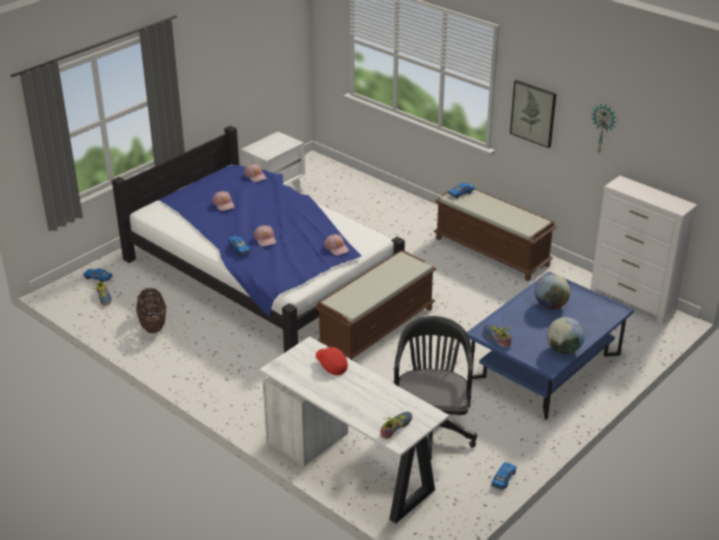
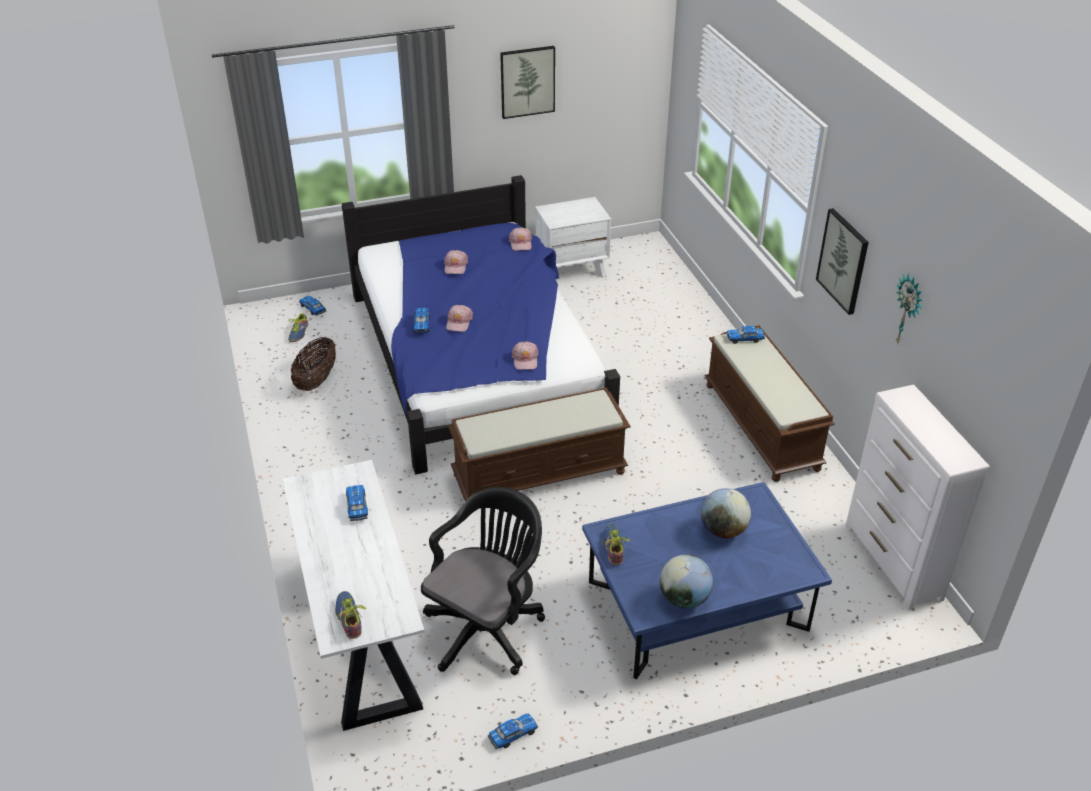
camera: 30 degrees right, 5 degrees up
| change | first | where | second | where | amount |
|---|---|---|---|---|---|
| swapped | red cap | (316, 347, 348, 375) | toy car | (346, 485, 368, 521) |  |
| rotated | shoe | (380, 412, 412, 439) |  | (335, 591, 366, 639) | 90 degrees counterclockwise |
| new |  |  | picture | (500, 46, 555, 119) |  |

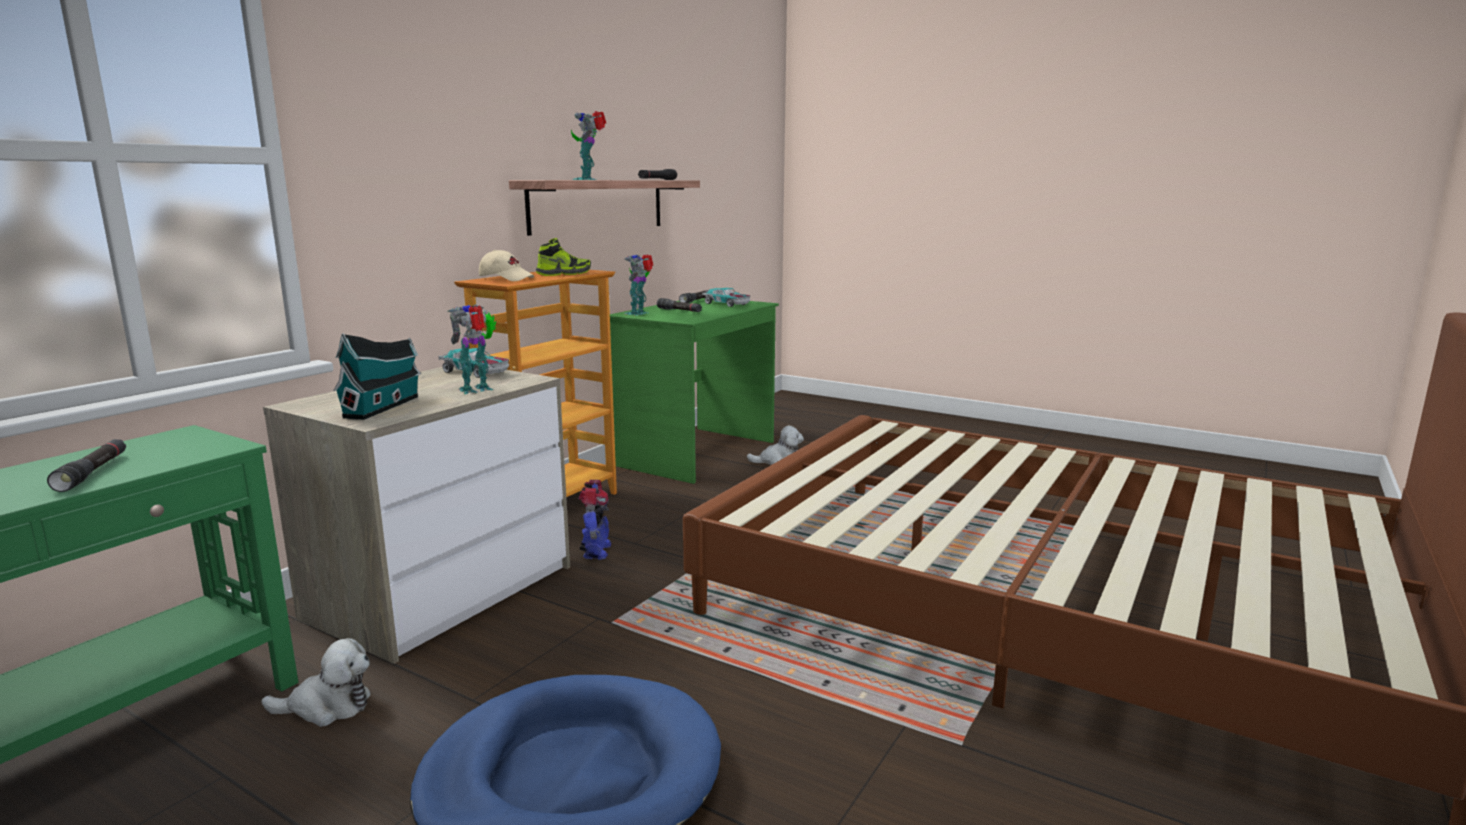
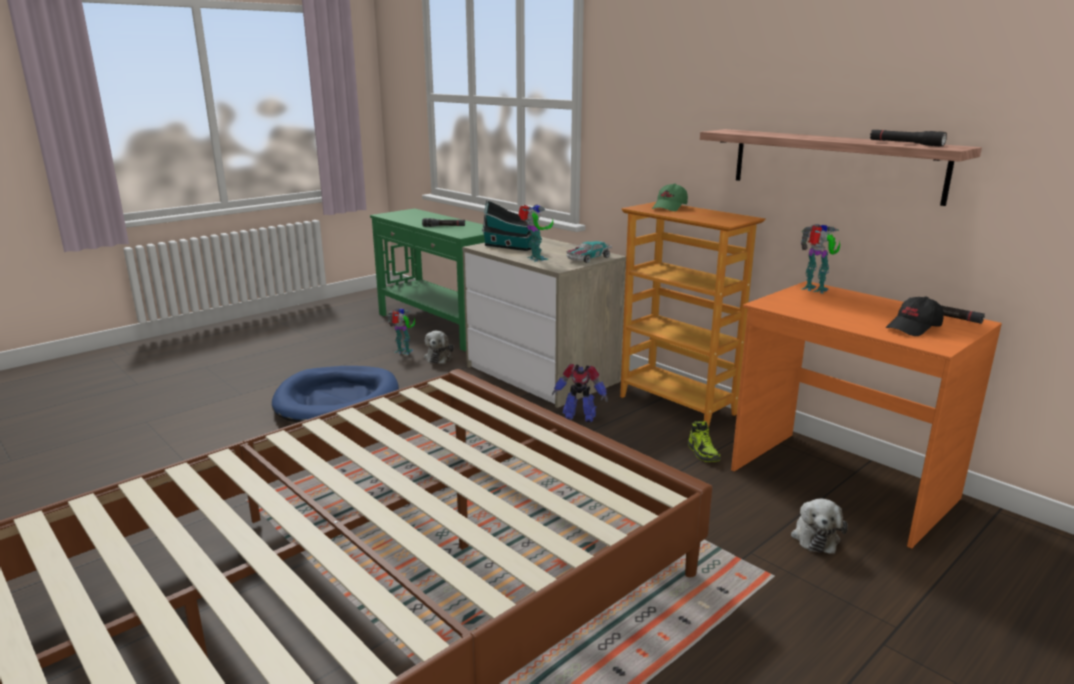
camera: 105 degrees right, 5 degrees up
| change | first | where | second | where | amount |
|---|---|---|---|---|---|
| shifted | toy robot | (571, 111, 606, 180) |  | (388, 308, 415, 355) |  |
| shifted | shoe | (536, 238, 591, 276) |  | (688, 421, 721, 462) |  |
| repainted | beige cap | (479, 250, 534, 281) | green cap | (652, 183, 688, 211) |  |
| swapped | toy car | (702, 288, 750, 307) | black cap | (886, 296, 944, 336) |  |
| repainted | green desk | (610, 298, 779, 484) | orange desk | (731, 281, 1002, 548) |  |
| gone | black flashlight | (657, 298, 702, 312) |  |  |  |

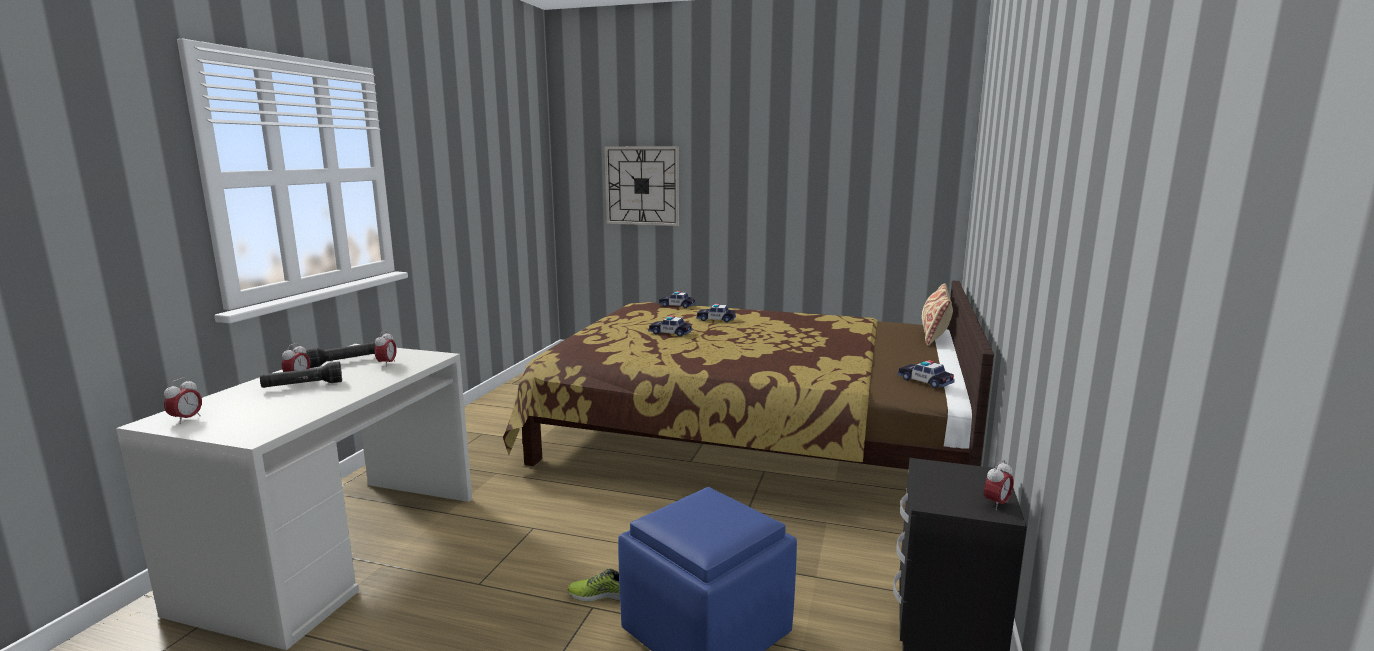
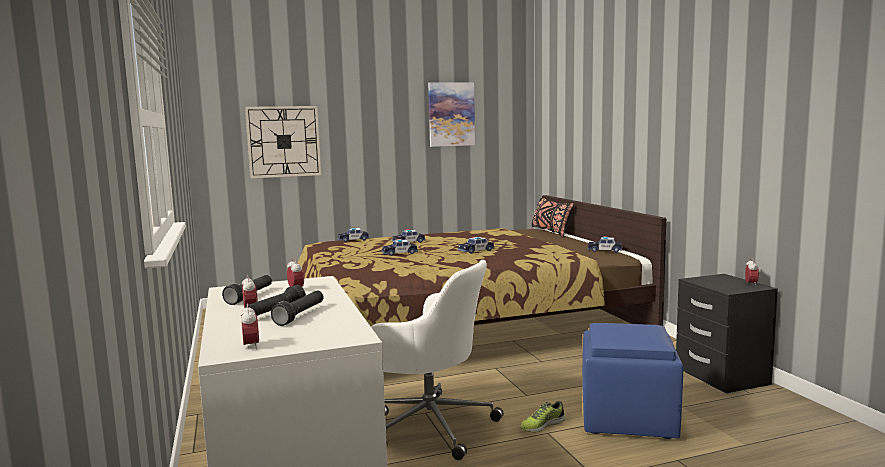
camera: 35 degrees left, 5 degrees down
| change | first | where | second | where | amount |
|---|---|---|---|---|---|
| repainted | beige pillow | (922, 284, 953, 346) | black pillow | (532, 197, 574, 237) |  |
| new |  |  | picture | (428, 82, 475, 147) |  |
| new |  |  | toy car | (458, 237, 495, 254) |  |
| new |  |  | white office chair | (371, 260, 504, 460) |  |
| new |  |  | black flashlight | (271, 290, 324, 326) |  |

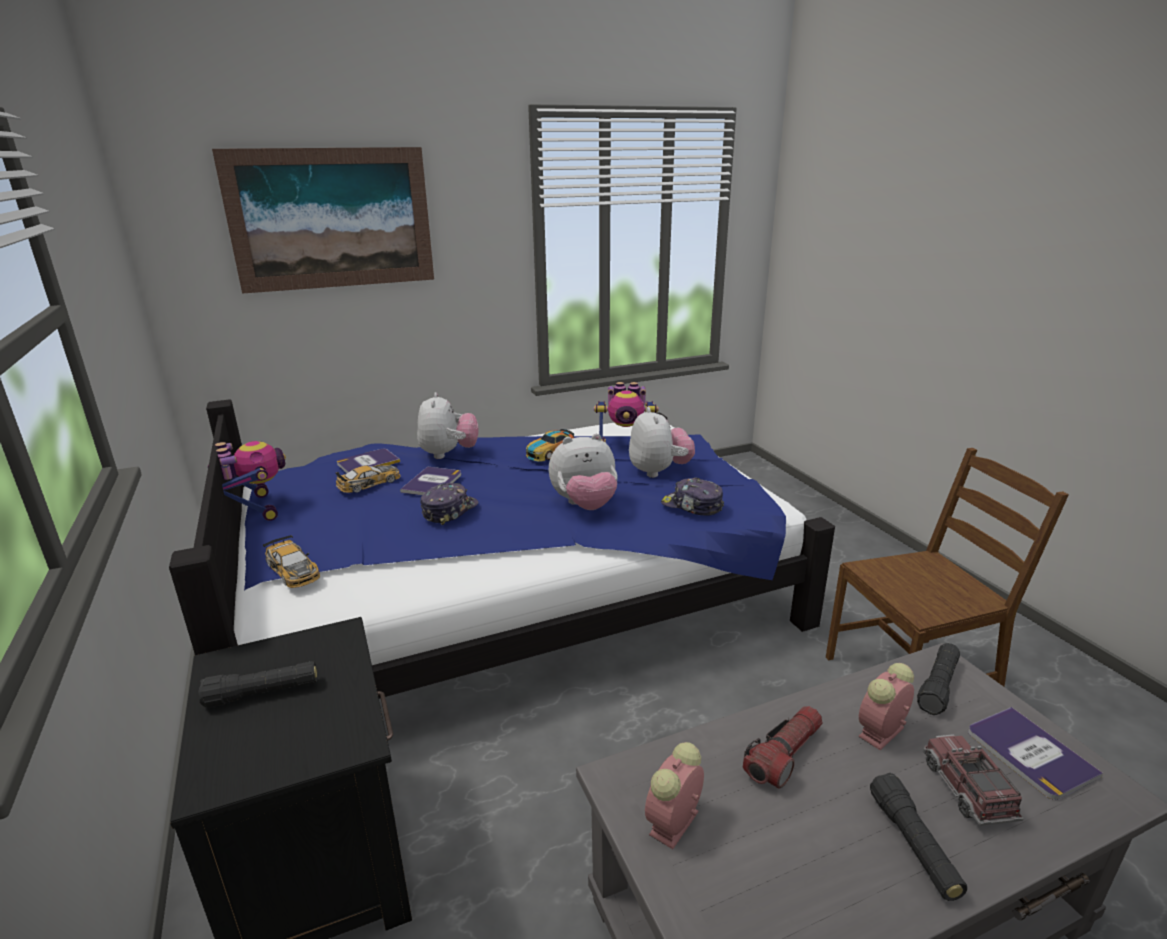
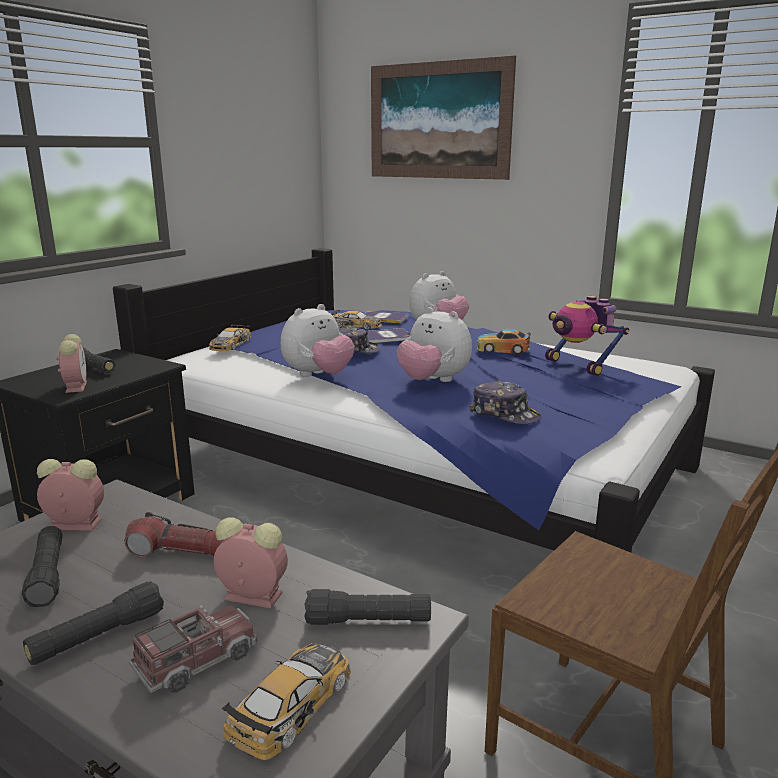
camera: 55 degrees right, 5 degrees down
| change | first | where | second | where | amount |
|---|---|---|---|---|---|
| shifted | plush toy | (629, 407, 695, 478) |  | (281, 304, 355, 377) |  |
| gone | toy robot | (208, 441, 286, 521) |  |  |  |
| rotated | cap | (661, 478, 724, 516) |  | (470, 380, 541, 424) | 135 degrees clockwise |
| swapped | book | (968, 707, 1103, 800) | toy car | (222, 643, 351, 760) |  |
| new |  |  | alarm clock | (56, 334, 87, 393) |  |
| new |  |  | black flashlight | (22, 526, 63, 607) |  |

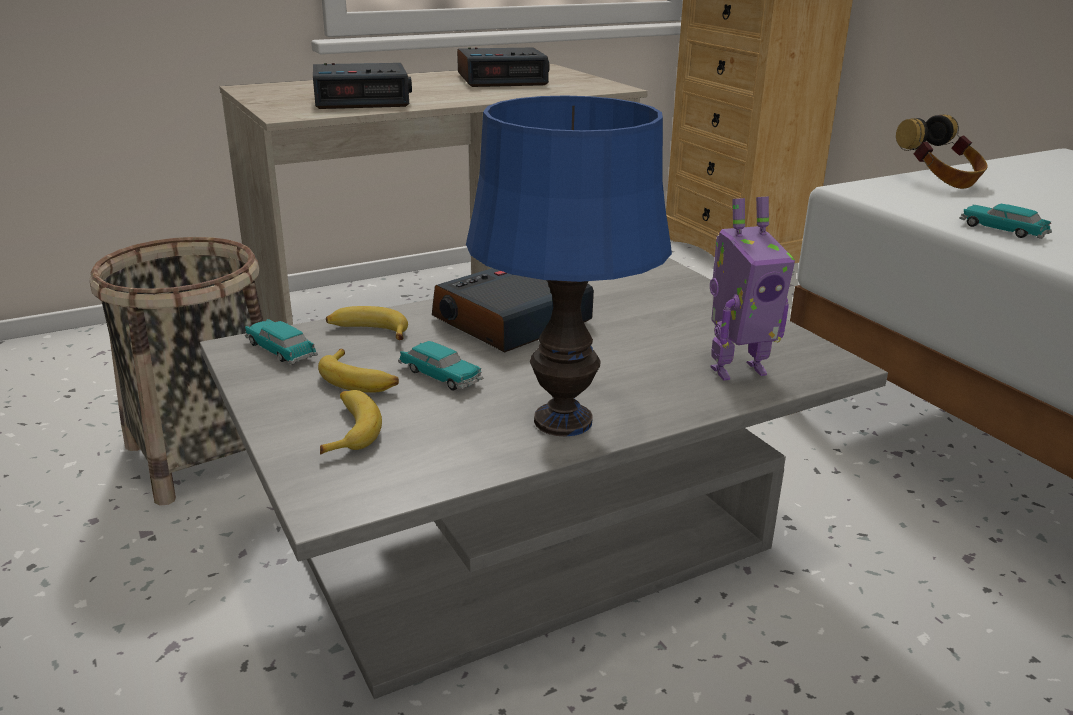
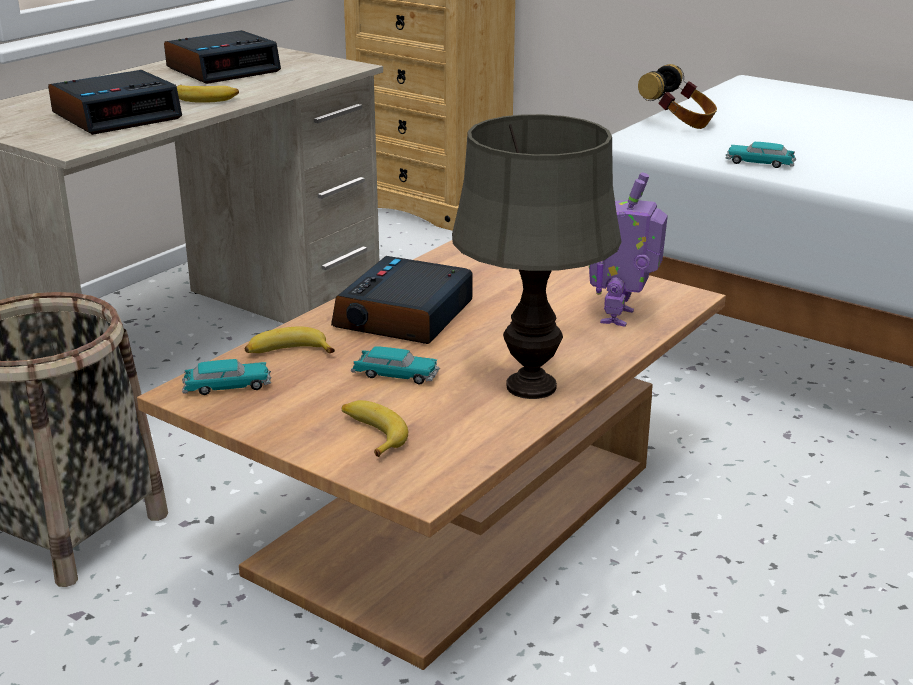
camera: 25 degrees left, 0 degrees up
| change | first | where | second | where | amount |
|---|---|---|---|---|---|
| repainted | blue table lamp | (466, 95, 672, 437) | grey table lamp | (452, 114, 622, 399) |  |
| rotated | toy robot | (710, 197, 795, 381) |  | (589, 172, 668, 327) | 150 degrees clockwise |
| repainted | grey coffee table | (200, 258, 888, 699) | brown coffee table | (137, 240, 726, 670) |  |
| rotated | toy car | (245, 319, 318, 364) |  | (182, 359, 272, 395) | 150 degrees clockwise |
| shifted | banana | (318, 349, 399, 393) |  | (177, 85, 239, 103) |  |

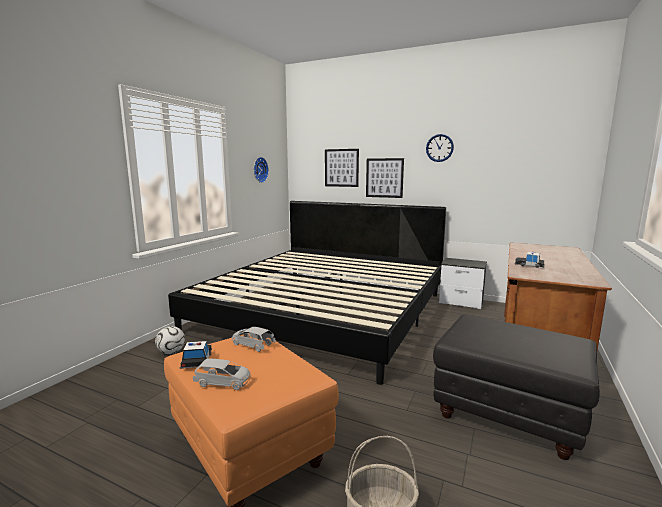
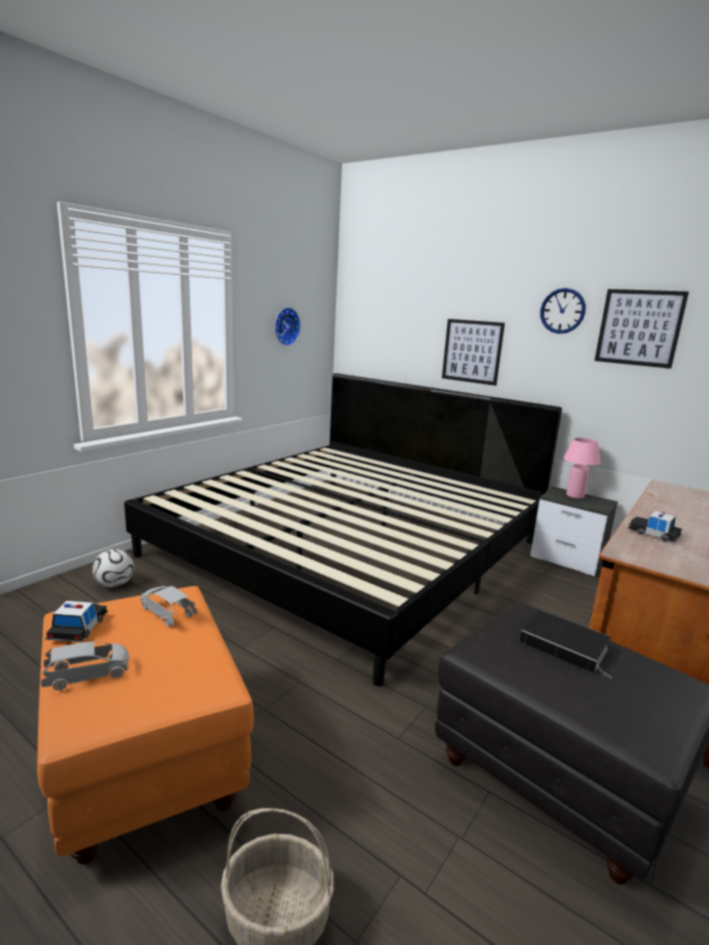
camera: 10 degrees right, 5 degrees up
| change | first | where | second | where | amount |
|---|---|---|---|---|---|
| shifted | picture | (325, 149, 359, 187) |  | (595, 289, 689, 369) |  |
| rotated | grey toy car | (193, 358, 251, 390) |  | (41, 642, 129, 690) | 45 degrees counterclockwise |
| new |  |  | pink table lamp | (564, 438, 601, 499) |  |
| new |  |  | book | (519, 610, 611, 678) |  |

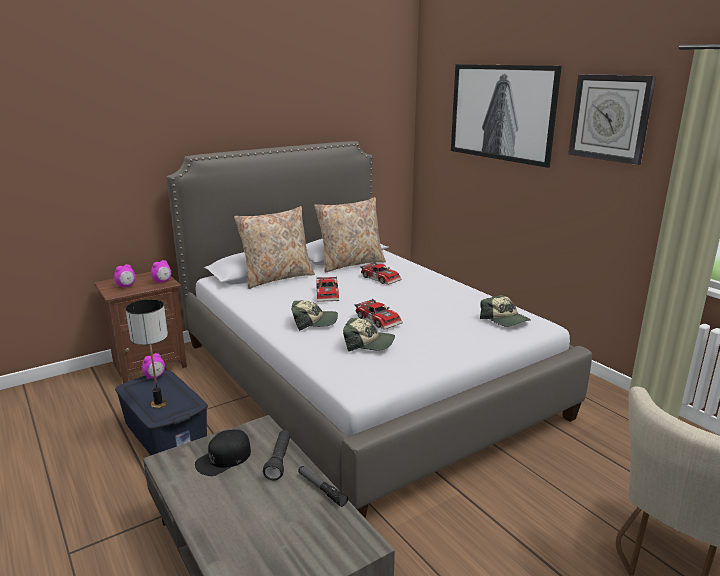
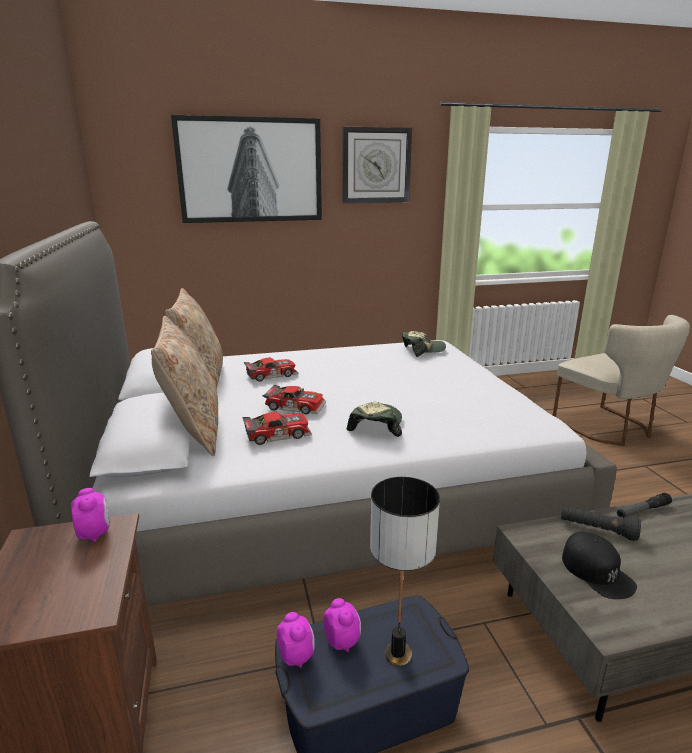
camera: 70 degrees left, 0 degrees up
| change | first | where | second | where | amount |
|---|---|---|---|---|---|
| shifted | alarm clock | (114, 264, 135, 288) |  | (323, 598, 361, 652) |  |
| shifted | toy car | (354, 299, 403, 330) |  | (242, 412, 312, 445) |  |
| gone | cap | (343, 318, 395, 352) |  |  |  |

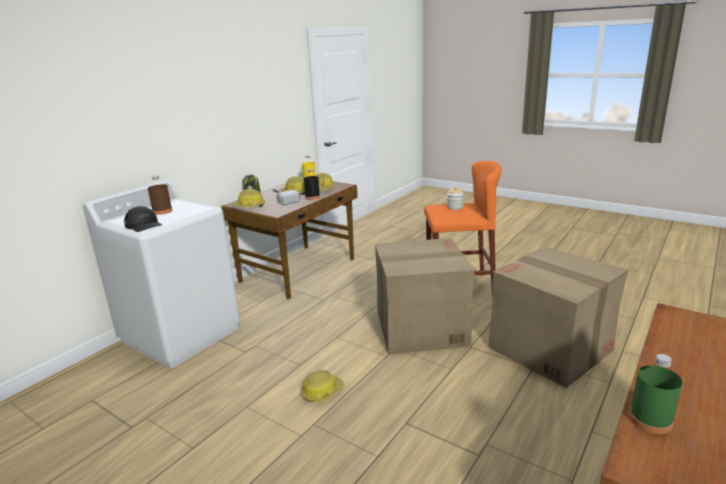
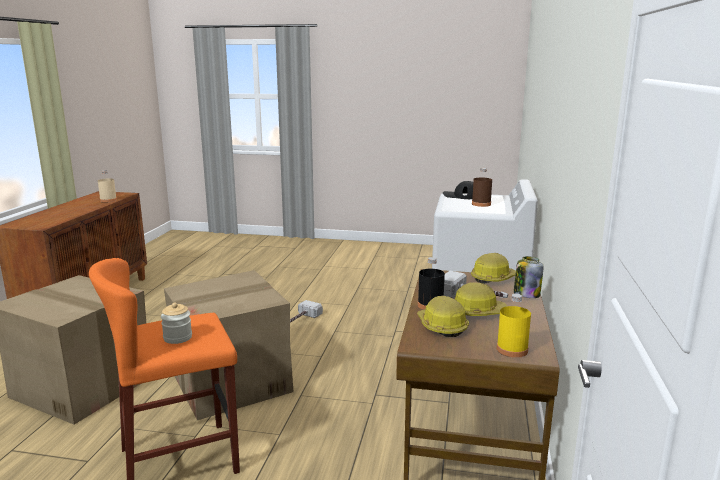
camera: 155 degrees right, 5 degrees down
| change | first | where | second | where | amount |
|---|---|---|---|---|---|
| repainted | green bottle | (629, 354, 682, 434) | beige bottle | (98, 171, 117, 203) |  |
| swapped | hard hat | (301, 370, 345, 402) | hammer | (290, 300, 323, 322) |  |

